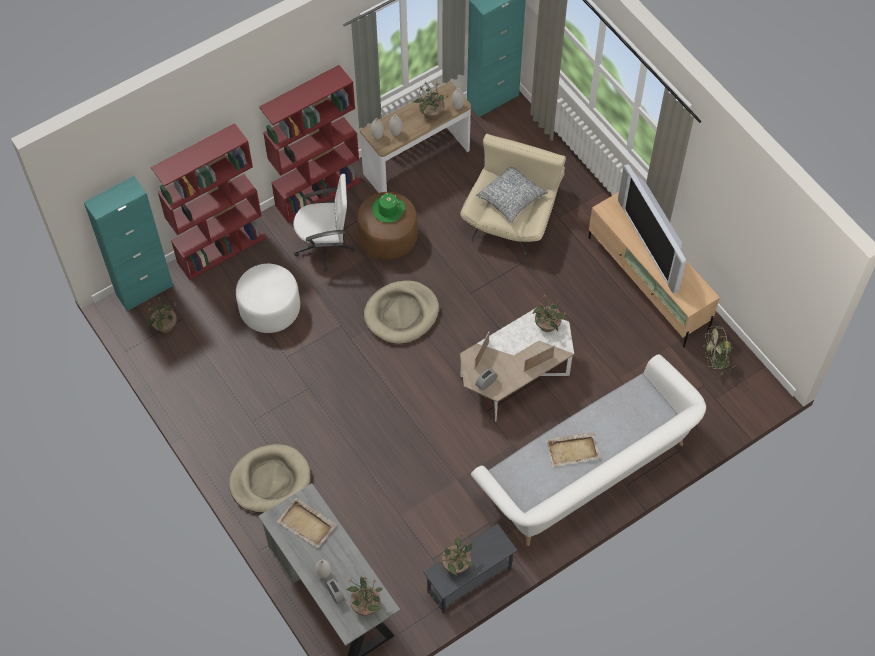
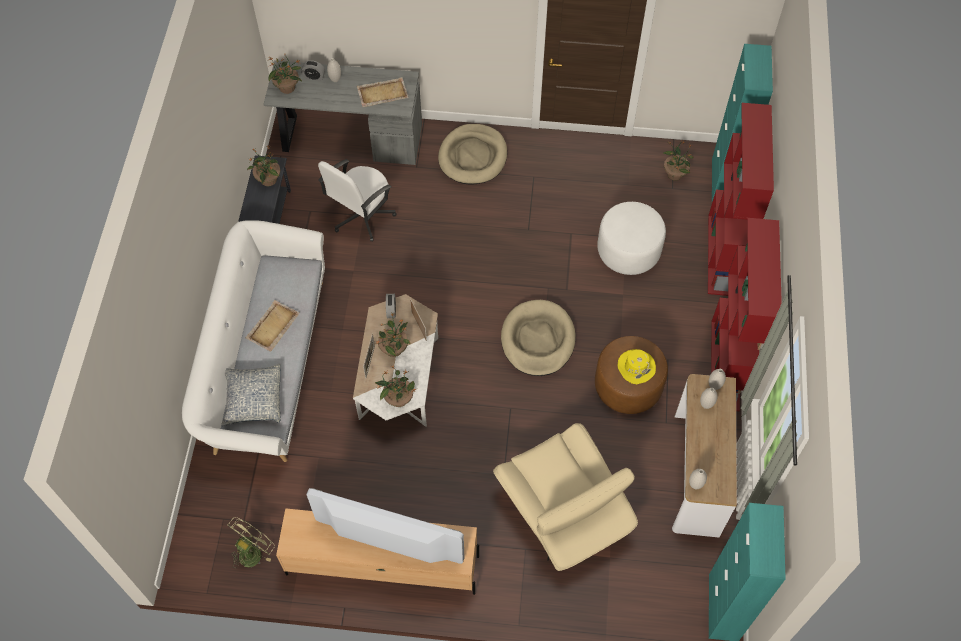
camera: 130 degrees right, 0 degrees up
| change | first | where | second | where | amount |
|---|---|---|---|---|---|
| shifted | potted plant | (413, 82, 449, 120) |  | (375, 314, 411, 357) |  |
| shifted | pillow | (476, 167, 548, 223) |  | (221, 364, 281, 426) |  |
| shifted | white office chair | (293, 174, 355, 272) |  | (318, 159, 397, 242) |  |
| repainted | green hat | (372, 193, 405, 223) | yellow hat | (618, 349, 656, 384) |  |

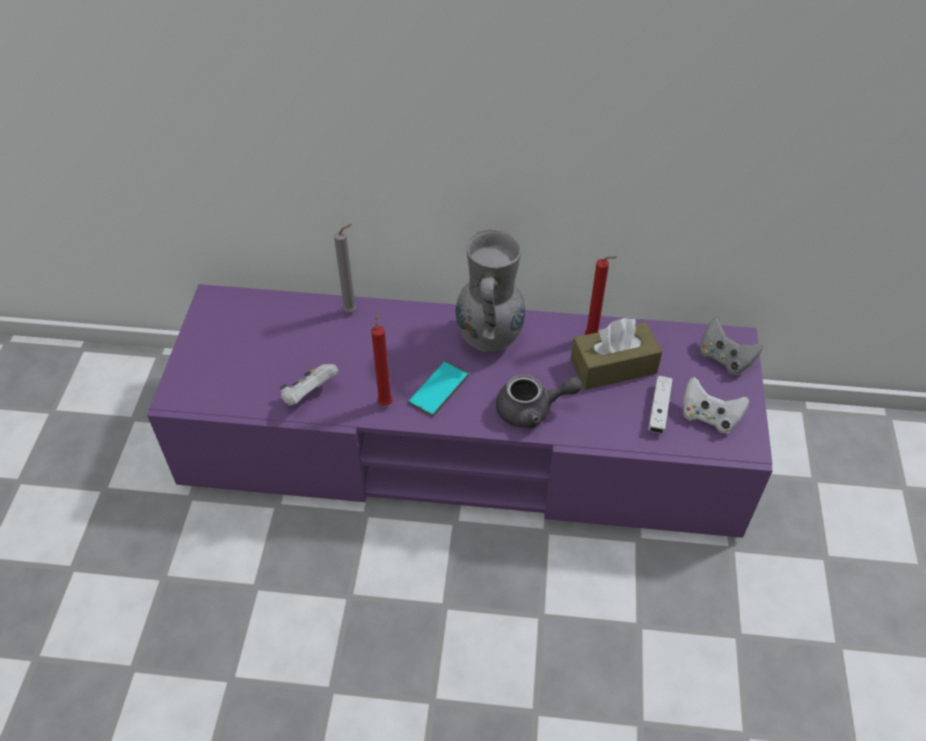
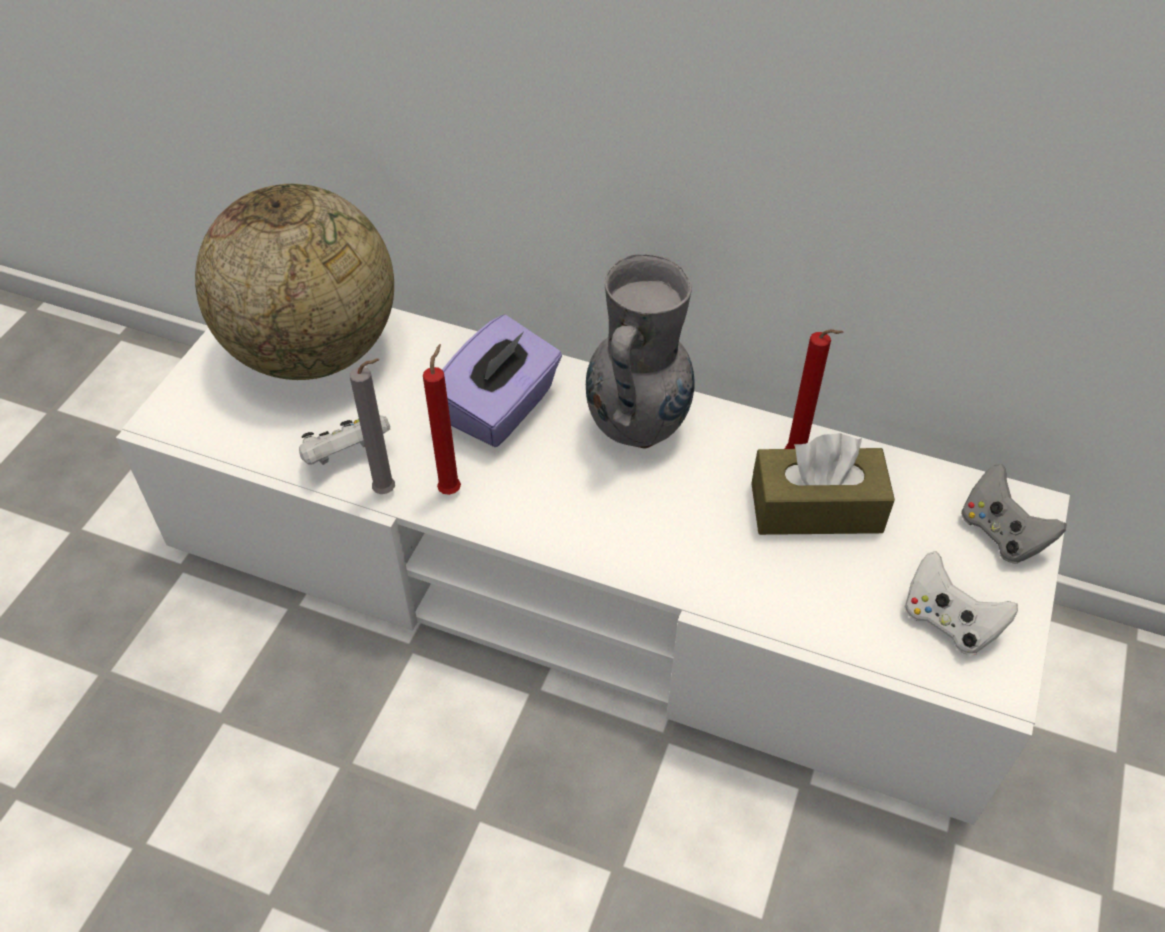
camera: 15 degrees right, 0 degrees up
| change | first | where | second | where | amount |
|---|---|---|---|---|---|
| shifted | grey candle | (334, 224, 357, 312) |  | (350, 359, 395, 494) |  |
| repainted | purple tv stand | (147, 284, 772, 538) | white tv stand | (116, 308, 1070, 825) |  |
| gone | phone | (408, 360, 469, 417) |  |  |  |
| gone | grey teapot | (496, 374, 582, 428) |  |  |  |
| gone | white game controller | (648, 376, 672, 433) |  |  |  |
| new |  |  | globe | (195, 184, 394, 380) |  |
| new |  |  | purple tissue box | (442, 315, 562, 447) |  |

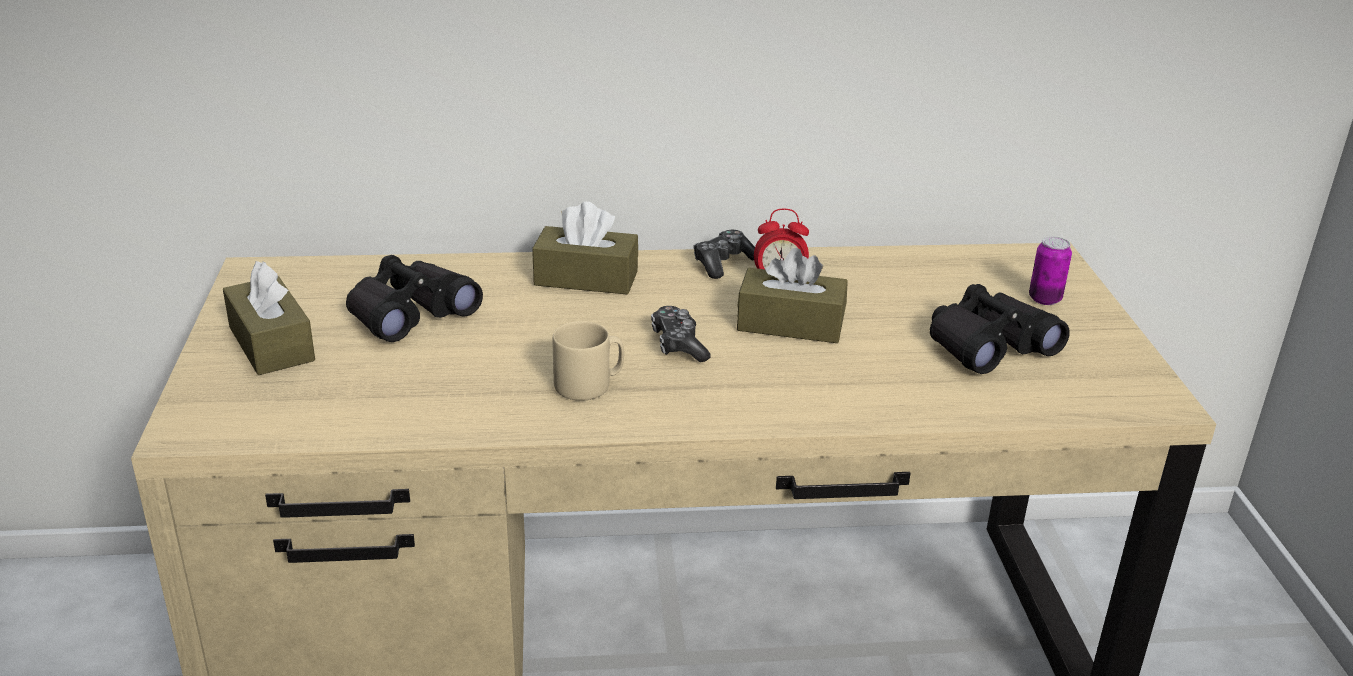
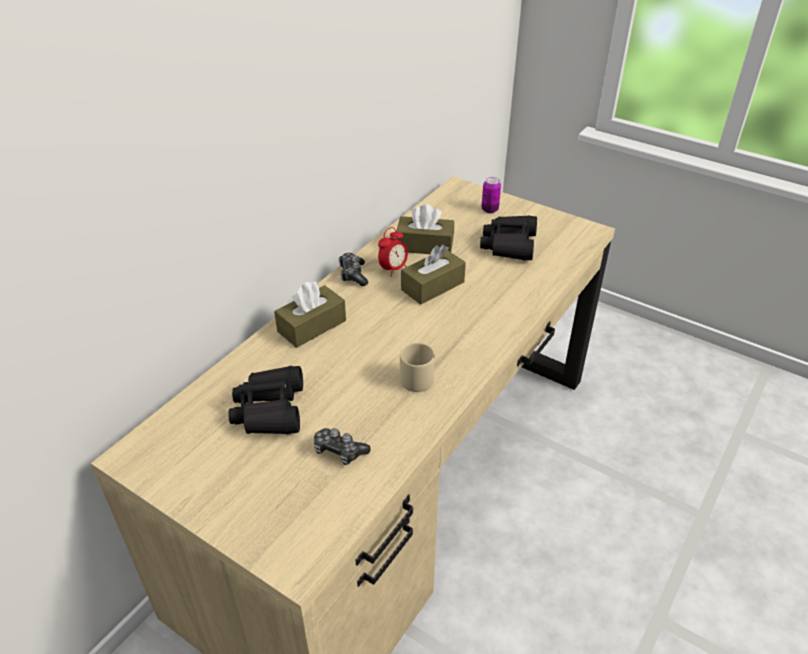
camera: 50 degrees left, 10 degrees up
| change | first | where | second | where | amount |
|---|---|---|---|---|---|
| shifted | brown tissue box | (223, 261, 315, 375) |  | (396, 204, 454, 254) |  |
| shifted | game controller | (651, 306, 711, 362) |  | (314, 428, 371, 465) |  |

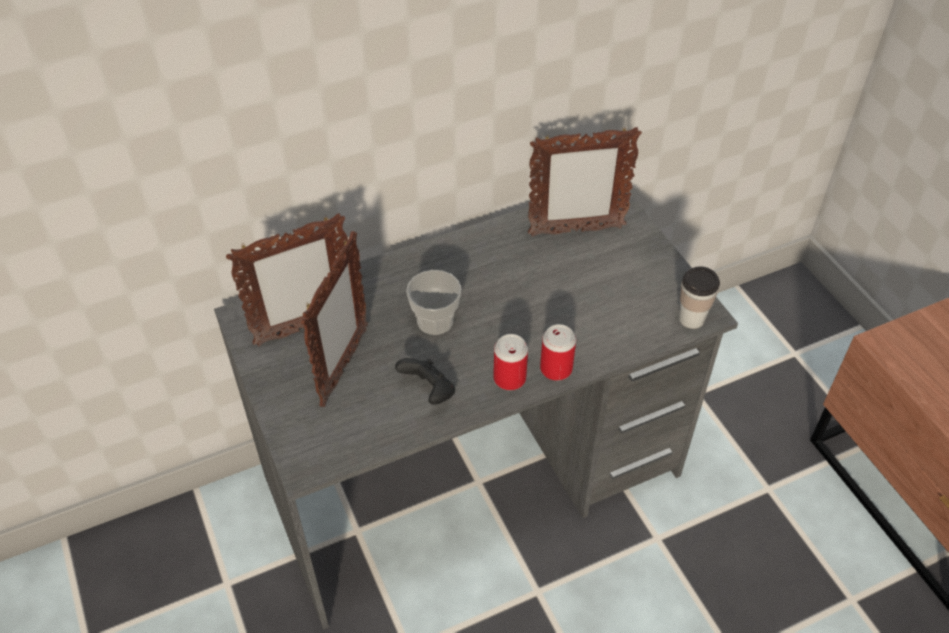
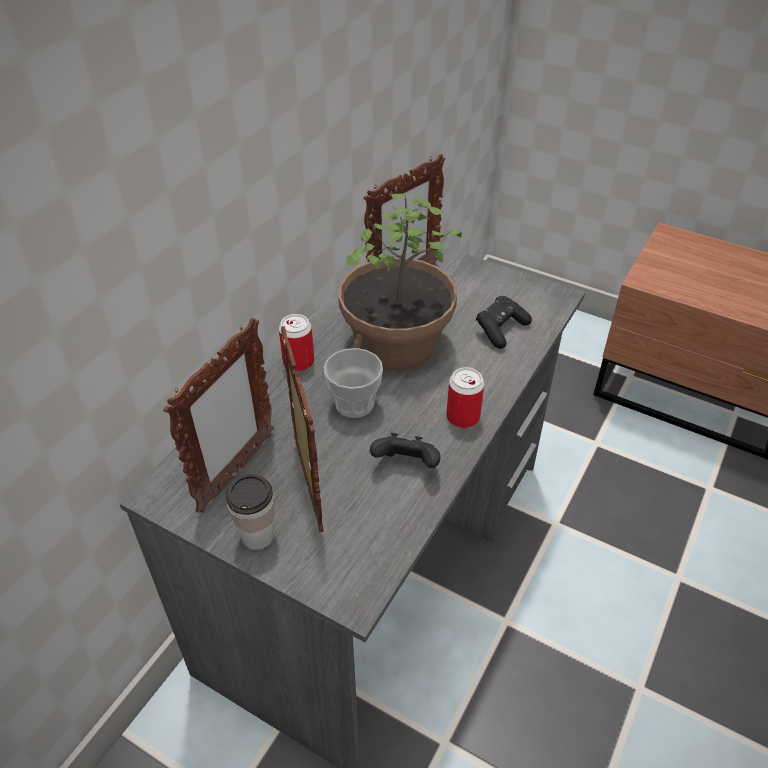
camera: 35 degrees left, 5 degrees down
| change | first | where | second | where | amount |
|---|---|---|---|---|---|
| shifted | cup | (679, 266, 720, 329) |  | (226, 474, 274, 550) |  |
| shifted | can | (540, 324, 576, 381) |  | (279, 314, 314, 371) |  |
| new |  |  | potted plant | (339, 194, 462, 370) |  |
| new |  |  | black game controller | (476, 296, 532, 349) |  |

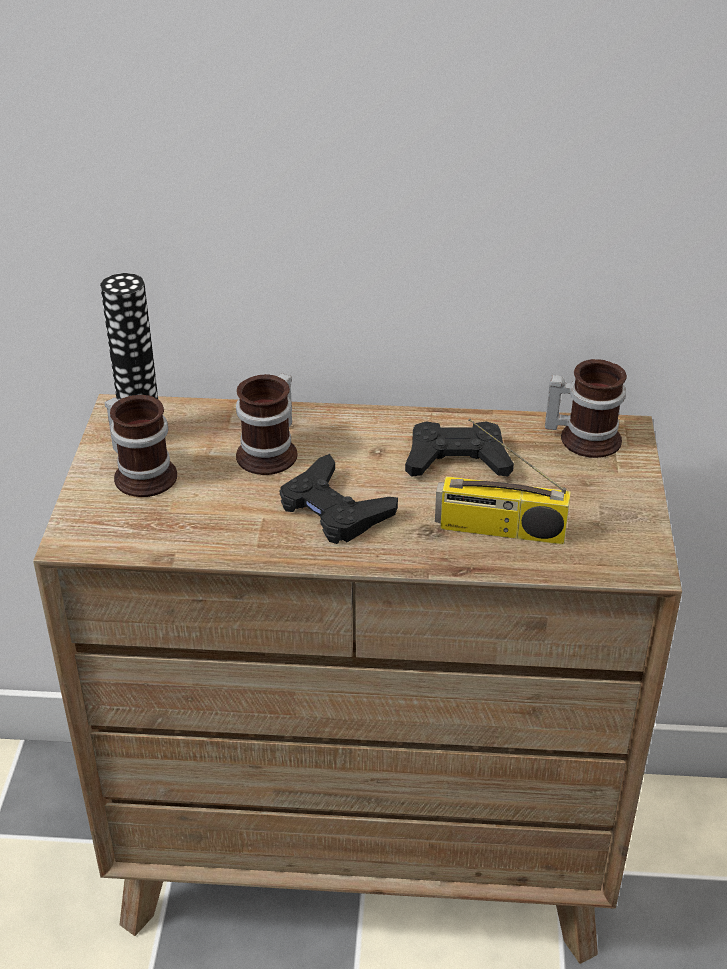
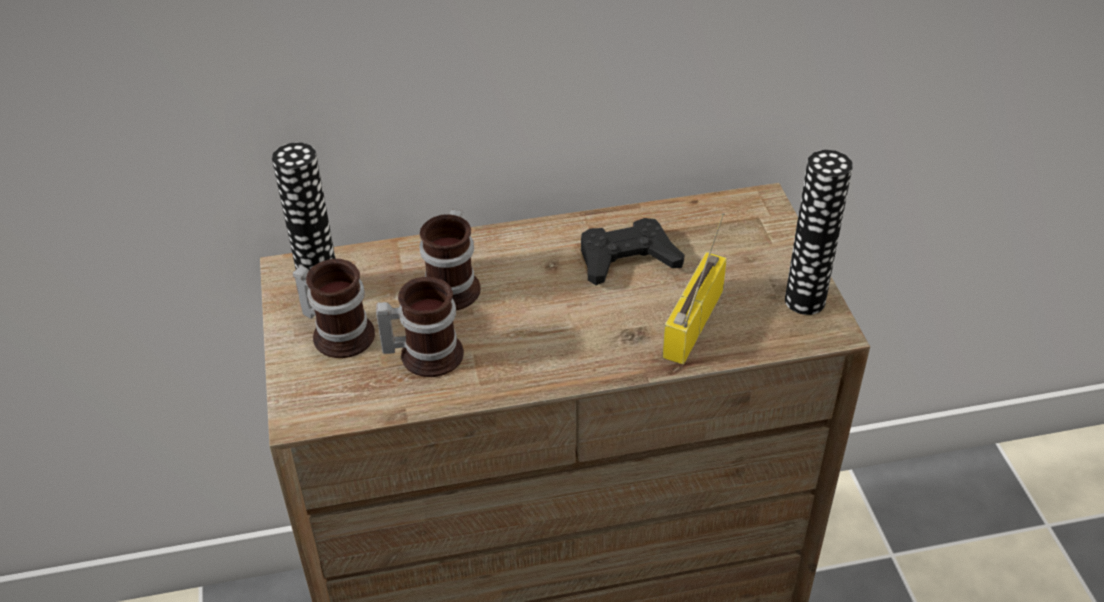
camera: 15 degrees left, 5 degrees up
| change | first | where | second | where | amount |
|---|---|---|---|---|---|
| shifted | mug | (545, 359, 627, 458) |  | (376, 277, 464, 377) |  |
| rotated | radio | (435, 418, 571, 545) |  | (662, 213, 727, 365) | 120 degrees clockwise |
| gone | black game controller | (280, 454, 398, 544) |  |  |  |
| new |  |  | vase | (785, 150, 853, 315) |  |

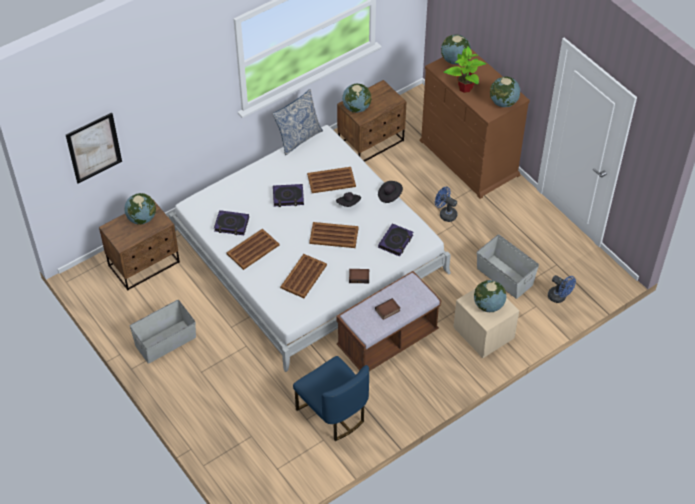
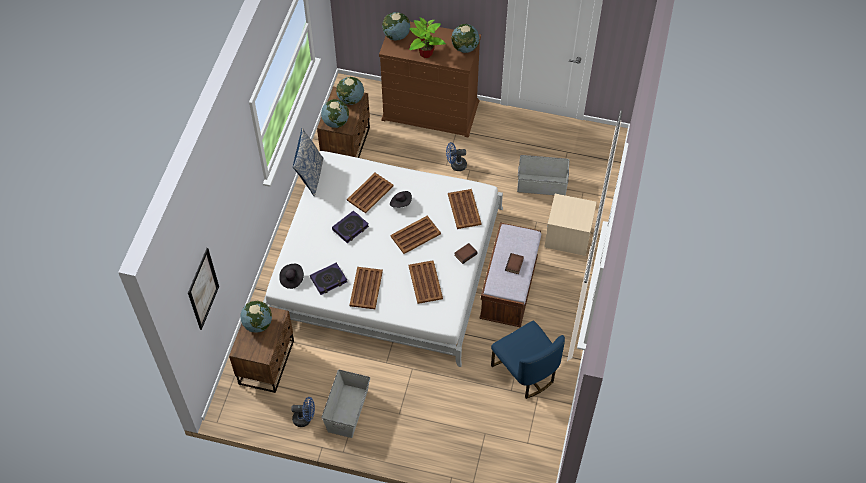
camera: 40 degrees left, 5 degrees up
| change | first | where | second | where | amount |
|---|---|---|---|---|---|
| shifted | black hat | (378, 181, 403, 203) |  | (279, 264, 304, 289) |  |
| swapped | book | (378, 223, 413, 256) | brown tray | (448, 189, 482, 229) |  |
| shifted | blue fan | (548, 275, 576, 303) |  | (291, 397, 315, 427) |  |
| shifted | globe | (474, 280, 506, 312) |  | (336, 77, 364, 105) |  |
| rotated | blue chair | (293, 356, 369, 441) |  | (491, 321, 565, 399) | 45 degrees clockwise |

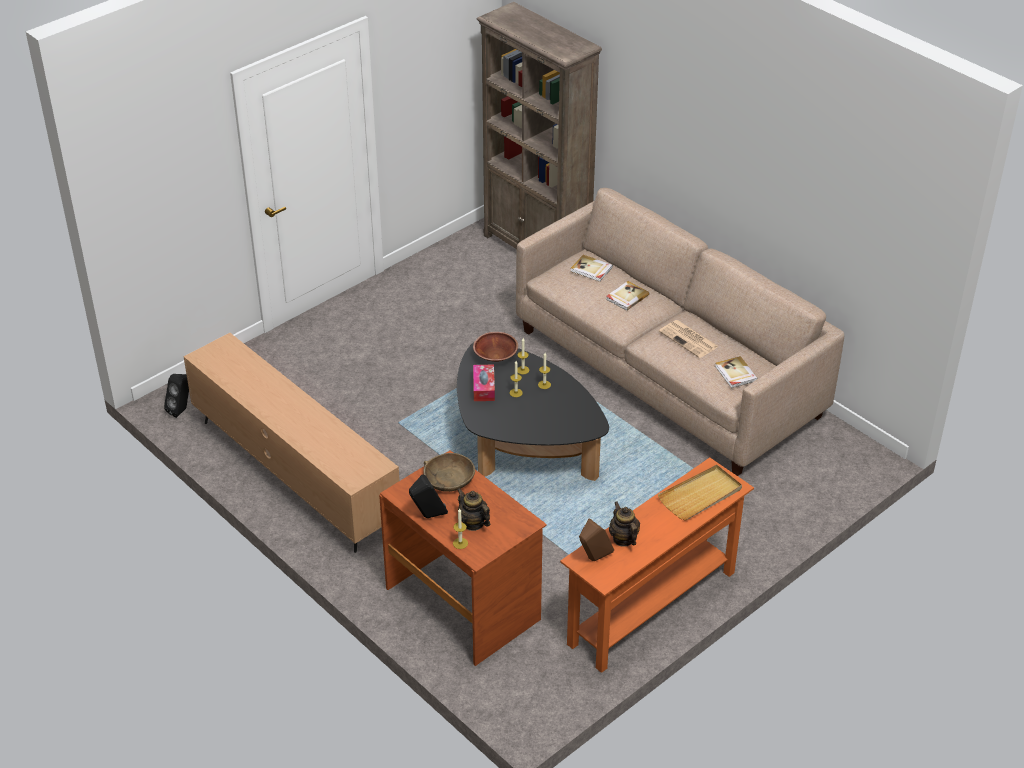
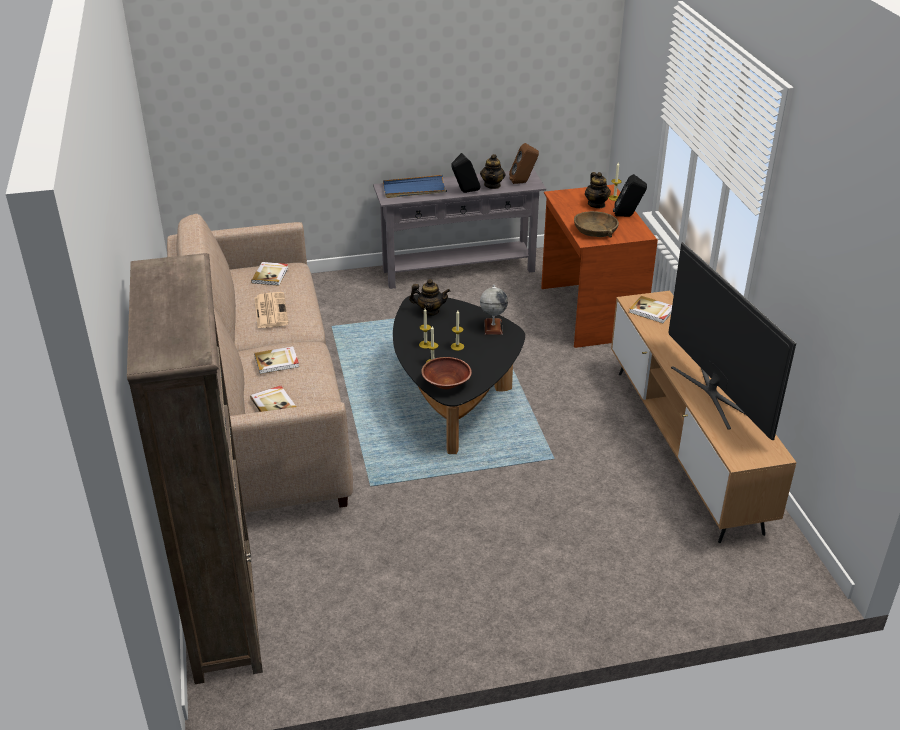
camera: 150 degrees left, 5 degrees down
| change | first | where | second | where | amount |
|---|---|---|---|---|---|
| gone | tissue box | (473, 365, 495, 401) |  |  |  |
| shifted | black speaker | (164, 374, 189, 418) |  | (451, 153, 481, 193) |  |
| repainted | orange console table | (560, 458, 754, 673) | grey console table | (373, 169, 546, 289) |  |
| repainted | beige tray | (658, 465, 742, 520) | blue tray | (383, 175, 447, 198) |  |
| new |  |  | television | (668, 242, 796, 440) |  |
| new |  |  | teapot | (409, 279, 450, 316) |  |
| new |  |  | globe | (480, 285, 508, 335) |  |
| new |  |  | book | (629, 296, 672, 323) |  |

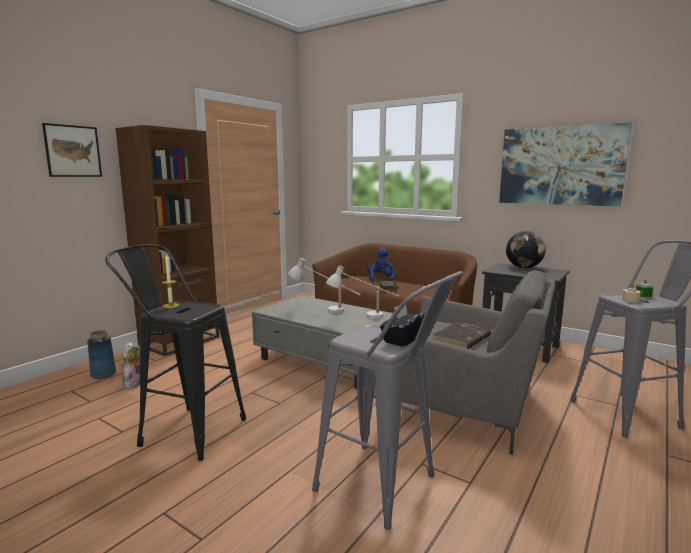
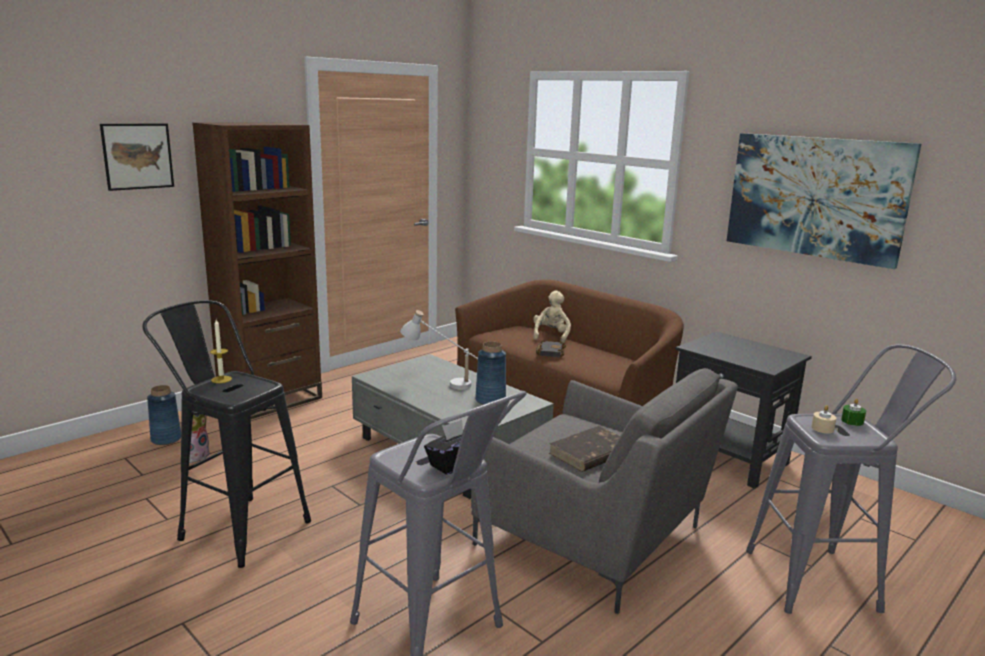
camera: 10 degrees right, 5 degrees up
| change | first | where | second | where | amount |
|---|---|---|---|---|---|
| gone | globe | (506, 231, 546, 268) |  |  |  |
| repainted | blue plush toy | (367, 247, 395, 281) | beige plush toy | (533, 290, 571, 343) |  |
| swapped | white table lamp | (326, 265, 399, 319) | blue vase | (475, 341, 506, 405) |  |

